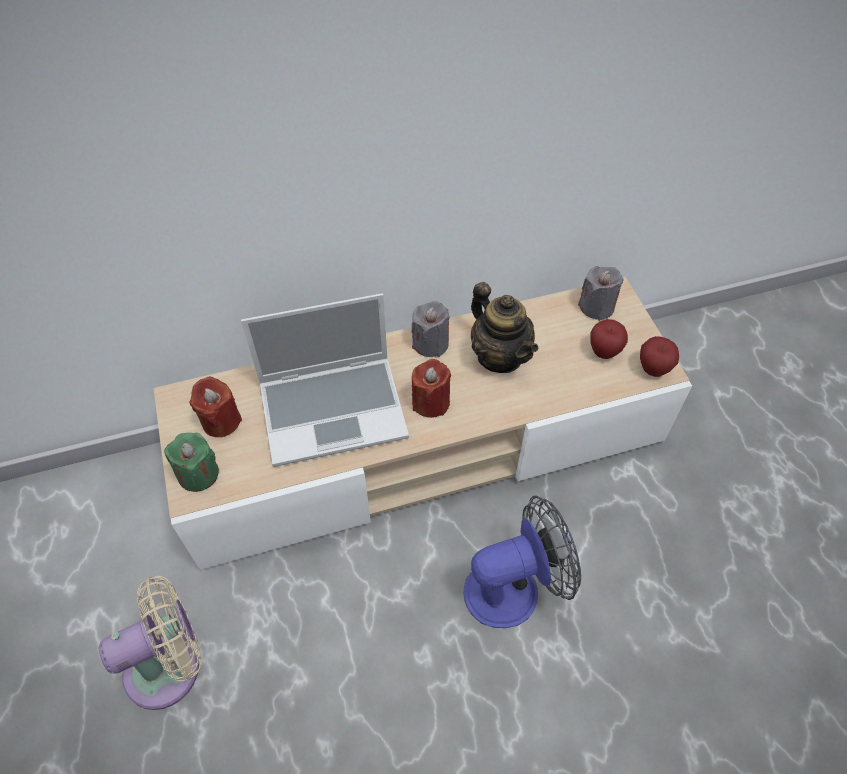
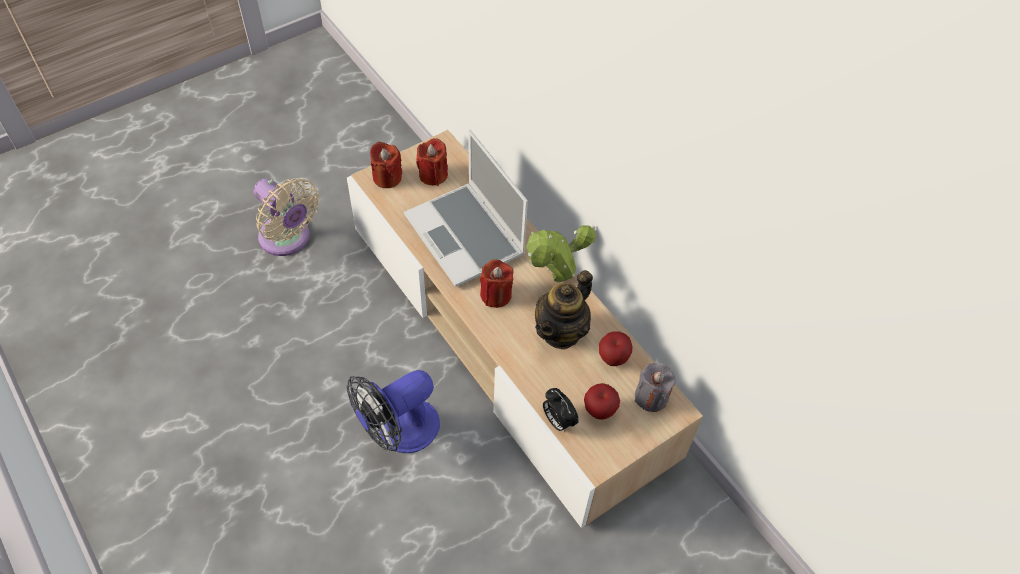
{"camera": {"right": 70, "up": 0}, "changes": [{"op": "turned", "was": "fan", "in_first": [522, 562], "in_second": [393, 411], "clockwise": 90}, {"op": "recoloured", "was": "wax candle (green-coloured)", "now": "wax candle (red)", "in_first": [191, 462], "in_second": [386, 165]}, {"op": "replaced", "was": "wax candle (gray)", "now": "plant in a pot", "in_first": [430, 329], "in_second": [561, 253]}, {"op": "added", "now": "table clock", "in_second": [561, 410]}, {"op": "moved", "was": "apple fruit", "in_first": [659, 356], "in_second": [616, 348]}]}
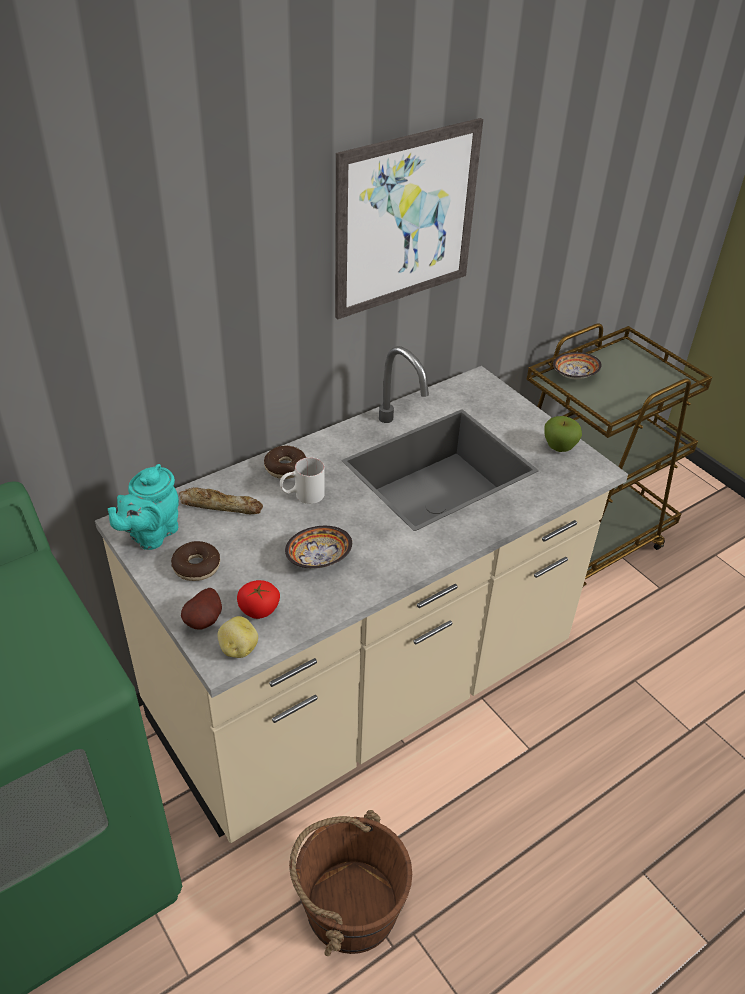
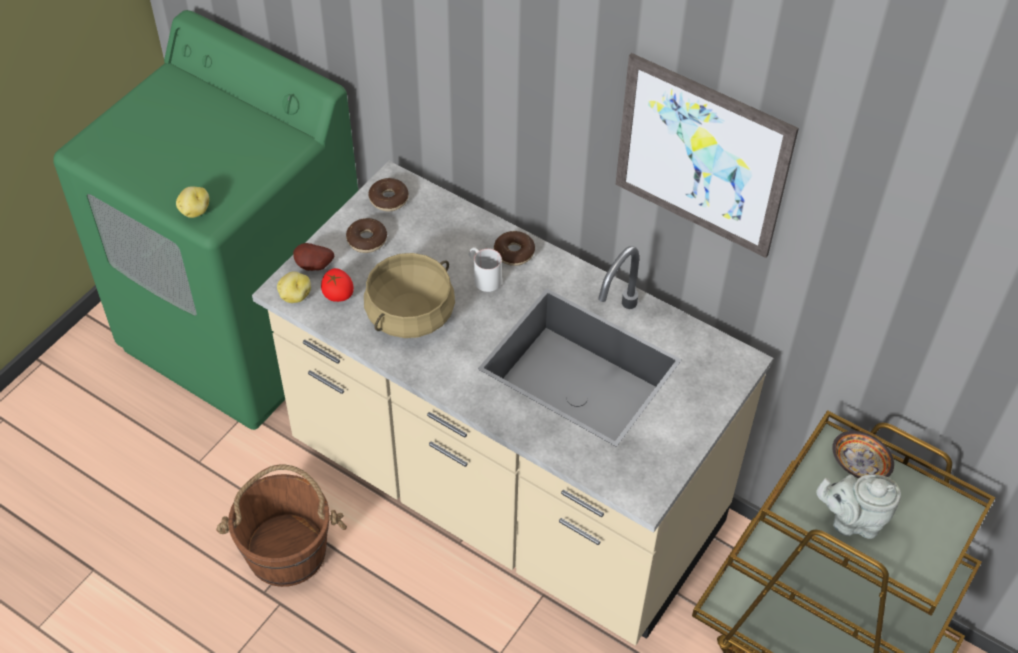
{"camera": {"right": 70, "up": 10}, "changes": [{"op": "added", "now": "whole potato", "in_second": [192, 202]}, {"op": "replaced", "was": "serving bowl", "now": "cooking pot (sand-coloured)", "in_first": [318, 547], "in_second": [409, 295]}, {"op": "replaced", "was": "teapot (turquoise)", "now": "donut", "in_first": [143, 507], "in_second": [388, 194]}, {"op": "added", "now": "teapot (gray)", "in_second": [858, 506]}, {"op": "removed", "was": "baked bread", "in_first": [221, 500]}, {"op": "removed", "was": "apple fruit", "in_first": [563, 434]}]}
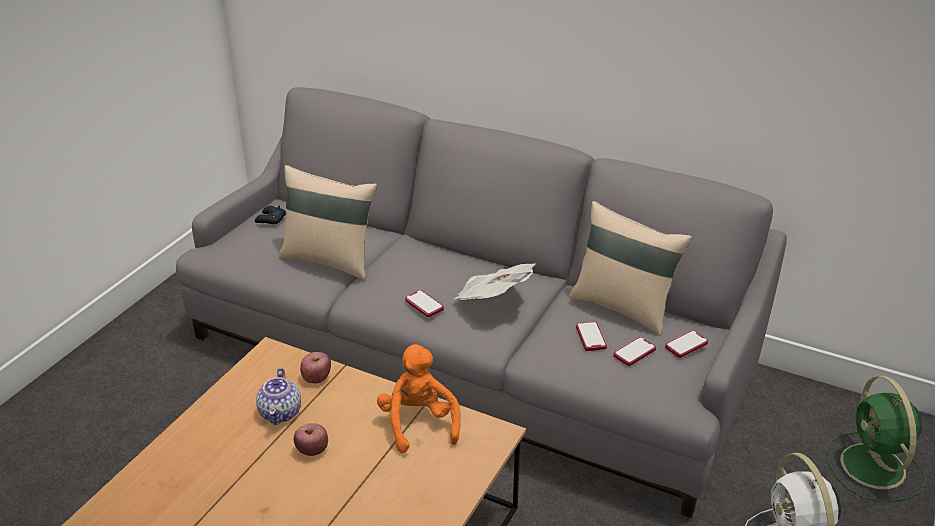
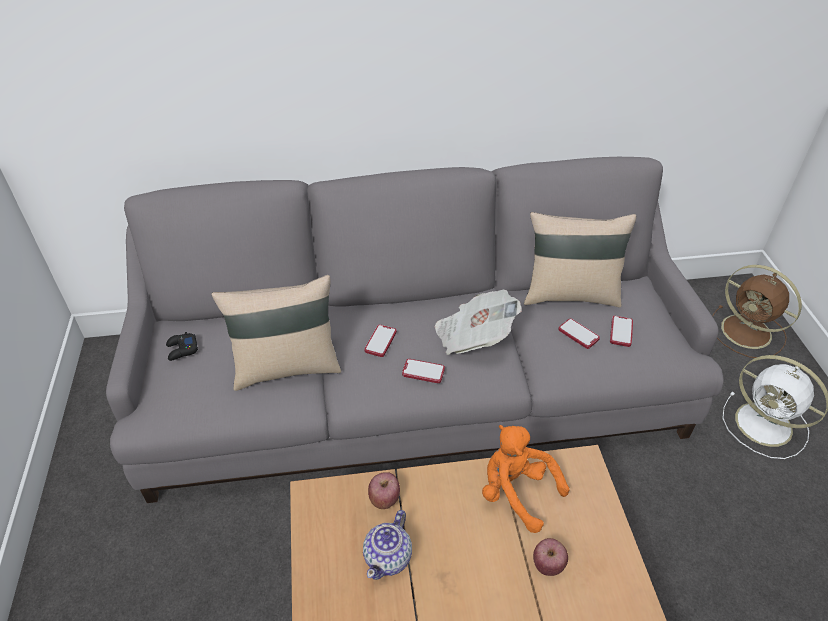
{"camera": {"right": -35, "up": 10}, "changes": [{"op": "turned", "was": "teapot", "in_first": [278, 396], "in_second": [387, 545], "clockwise": 60}, {"op": "moved", "was": "telephone", "in_first": [686, 344], "in_second": [380, 341]}, {"op": "moved", "was": "apple fruit", "in_first": [311, 439], "in_second": [550, 557]}, {"op": "recoloured", "was": "fan (green-coloured)", "now": "fan (brown)", "in_first": [876, 438], "in_second": [757, 311]}]}
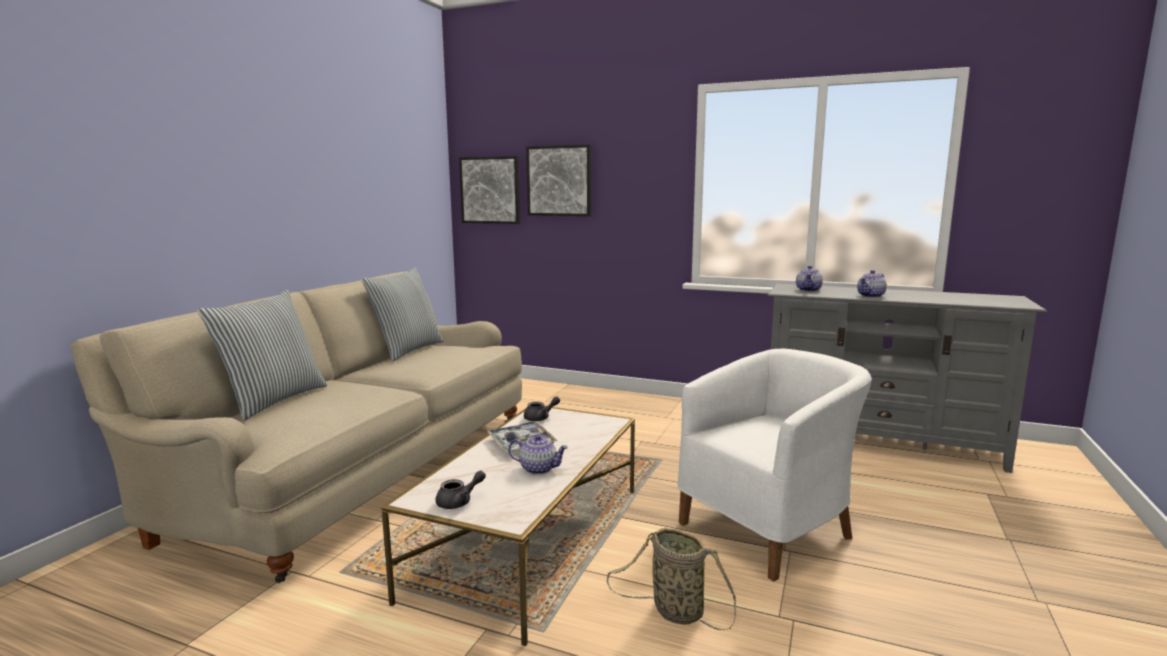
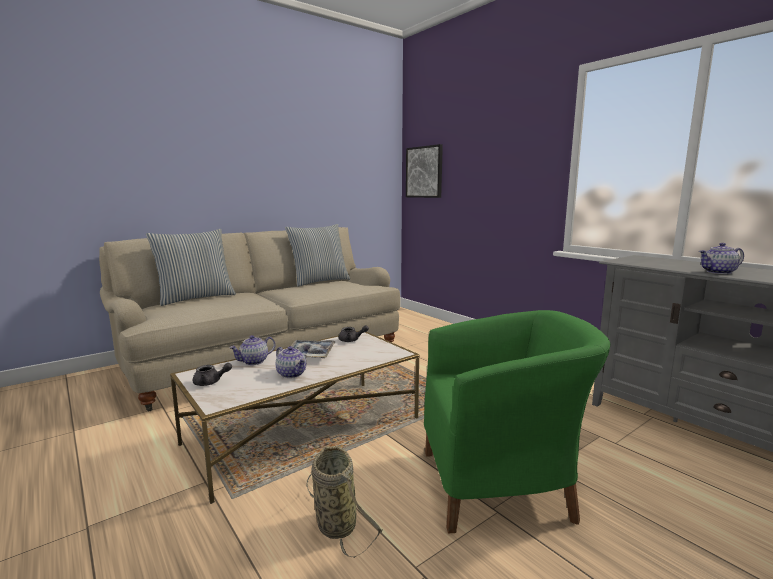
{"camera": {"right": 30, "up": 0}, "changes": [{"op": "moved", "was": "teapot", "in_first": [809, 279], "in_second": [252, 350]}, {"op": "recoloured", "was": "easy chair (white-coloured)", "now": "easy chair (green-coloured)", "in_first": [775, 465], "in_second": [517, 421]}, {"op": "removed", "was": "wall art", "in_first": [558, 180]}]}
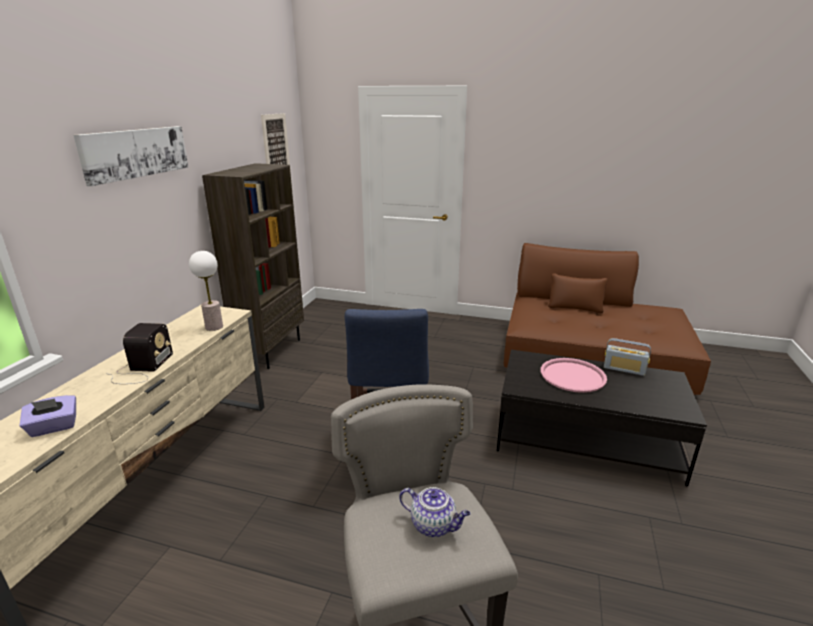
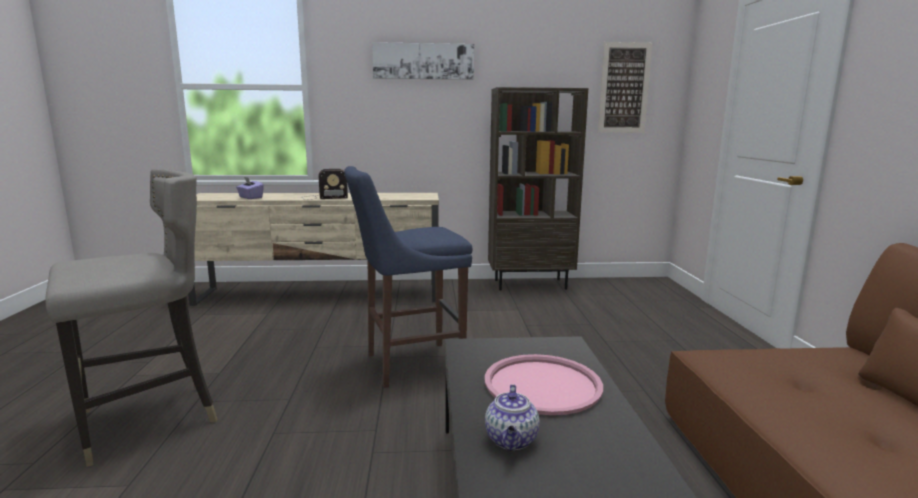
{"camera": {"right": 70, "up": -10}, "changes": [{"op": "moved", "was": "teapot", "in_first": [434, 512], "in_second": [512, 417]}, {"op": "removed", "was": "table lamp", "in_first": [206, 291]}, {"op": "removed", "was": "radio set", "in_first": [627, 357]}]}
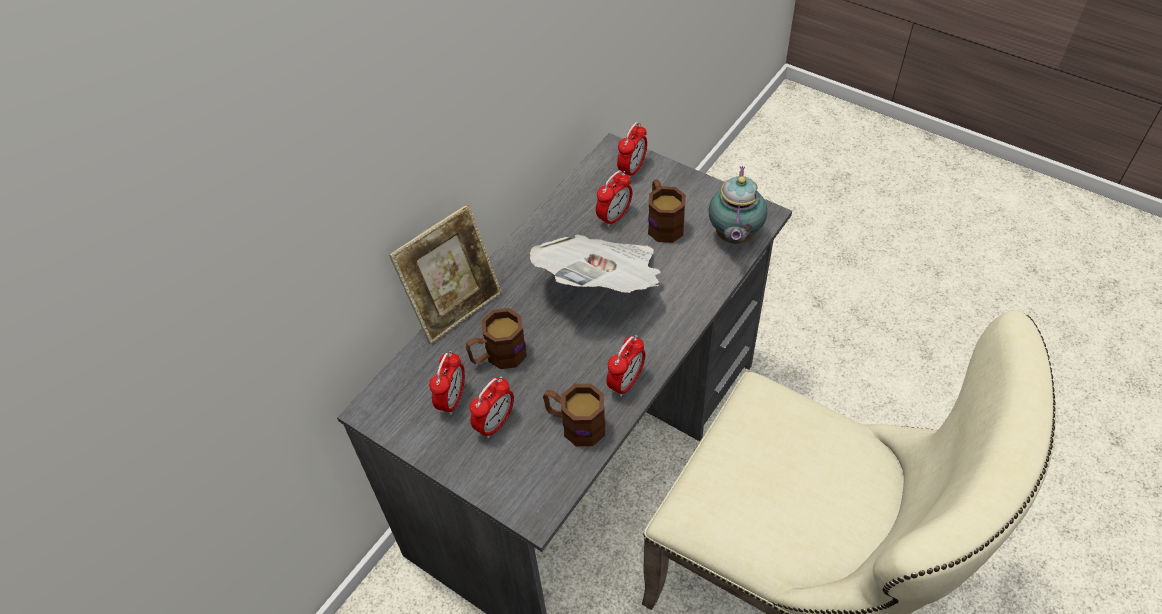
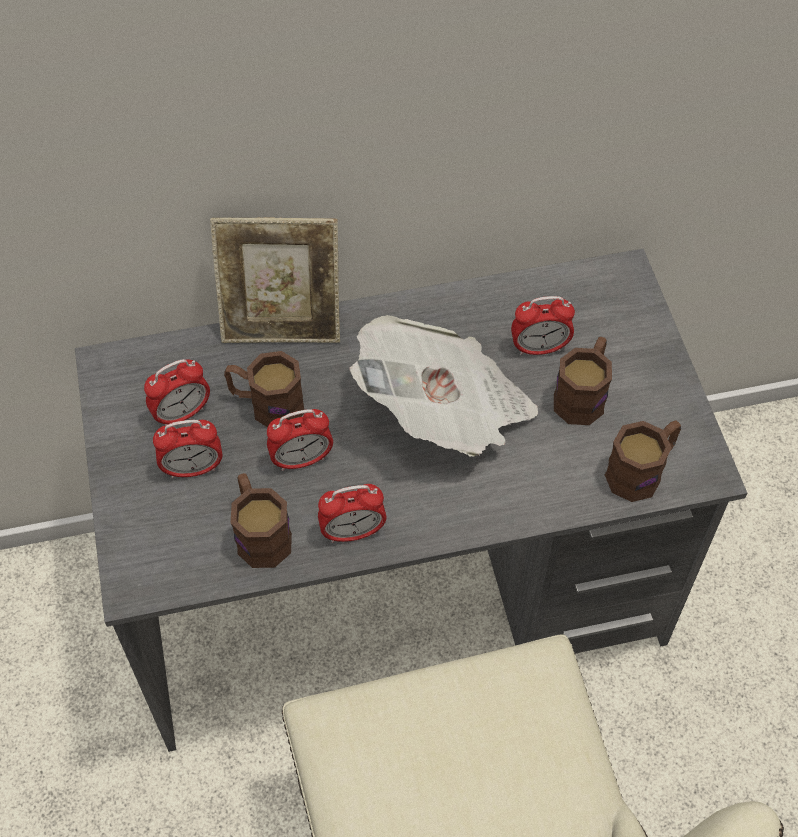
{"camera": {"right": 40, "up": 5}, "changes": [{"op": "moved", "was": "table clock", "in_first": [632, 149], "in_second": [300, 440]}, {"op": "replaced", "was": "teapot", "now": "mug (brown)", "in_first": [738, 205], "in_second": [643, 461]}]}
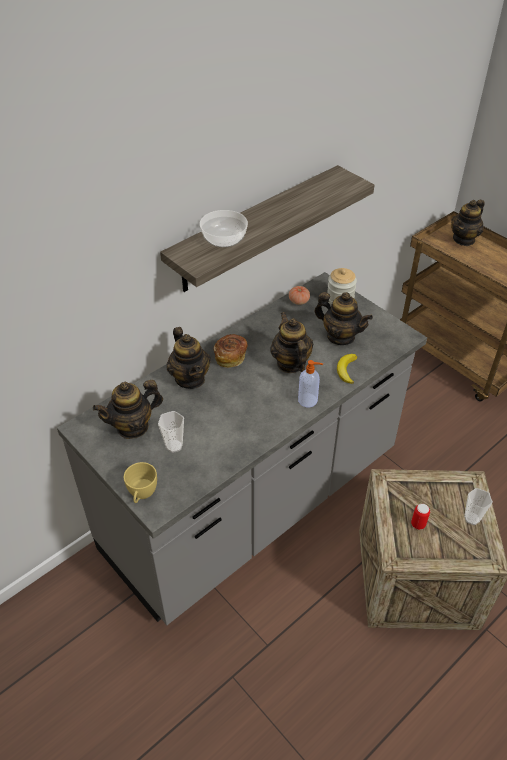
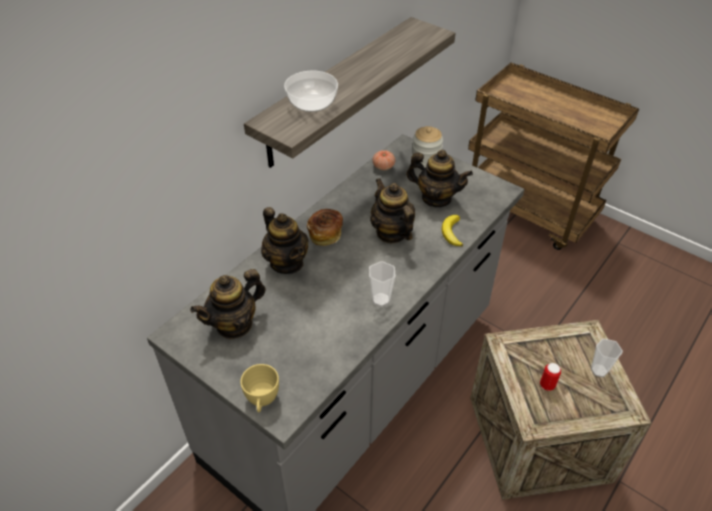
{"camera": {"right": -10, "up": 0}, "changes": [{"op": "moved", "was": "cup", "in_first": [171, 432], "in_second": [382, 284]}, {"op": "removed", "was": "soap bottle", "in_first": [310, 383]}, {"op": "removed", "was": "teapot", "in_first": [468, 222]}]}
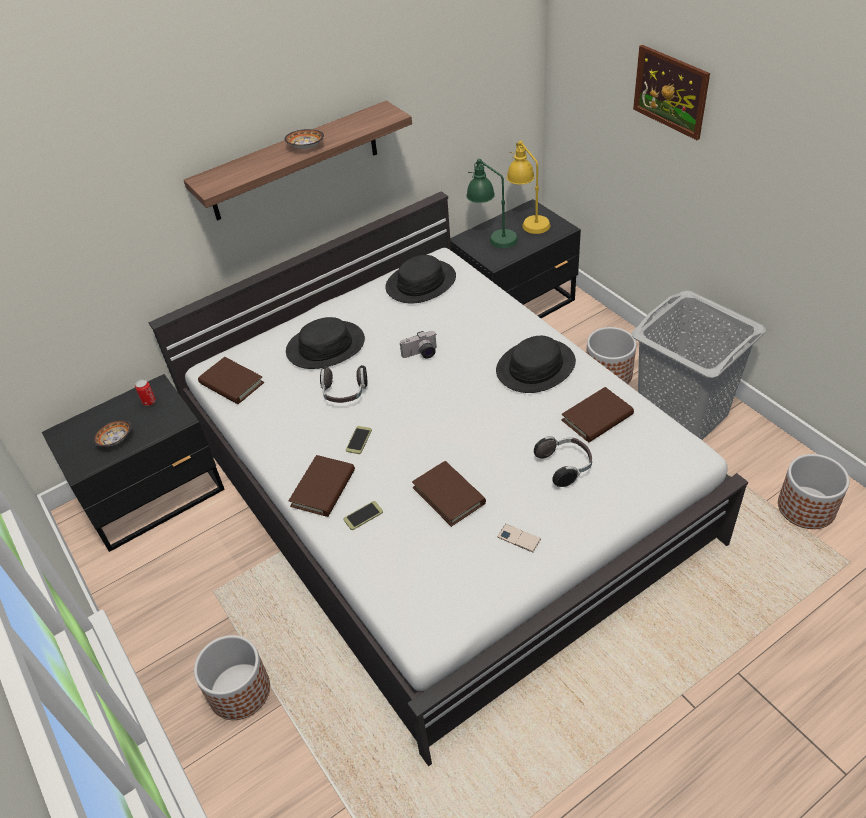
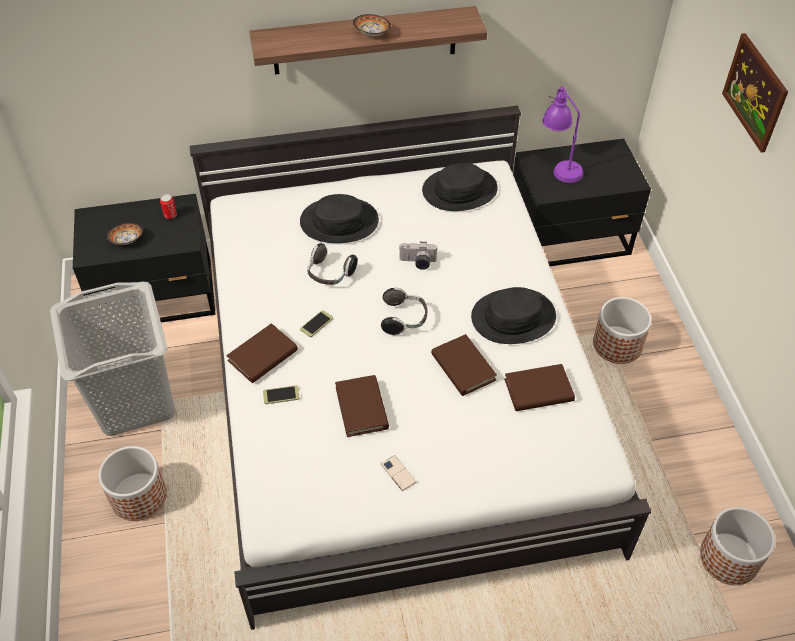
{"camera": {"right": 20, "up": 5}, "changes": [{"op": "moved", "was": "washing basket (gray)", "in_first": [698, 365], "in_second": [112, 358]}, {"op": "moved", "was": "headset", "in_first": [563, 461], "in_second": [404, 311]}, {"op": "moved", "was": "book (brown)", "in_first": [231, 380], "in_second": [464, 365]}, {"op": "recoloured", "was": "table lamp (green-coloured)", "now": "table lamp (purple-coloured)", "in_first": [492, 203], "in_second": [562, 134]}, {"op": "removed", "was": "table lamp (yellowish)", "in_first": [528, 187]}]}
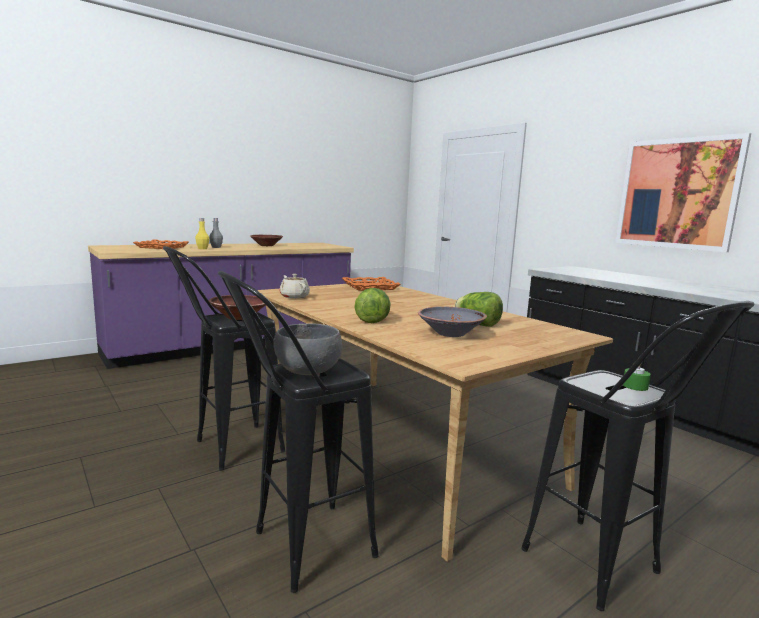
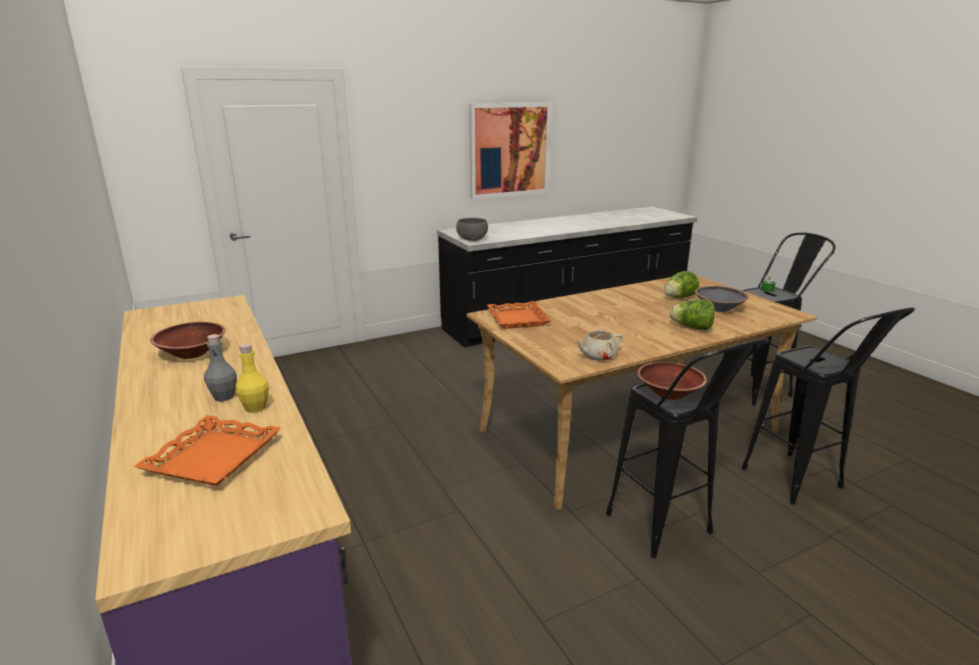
{"camera": {"right": -80, "up": 10}, "changes": [{"op": "moved", "was": "serving bowl (gray)", "in_first": [308, 349], "in_second": [472, 229]}]}
